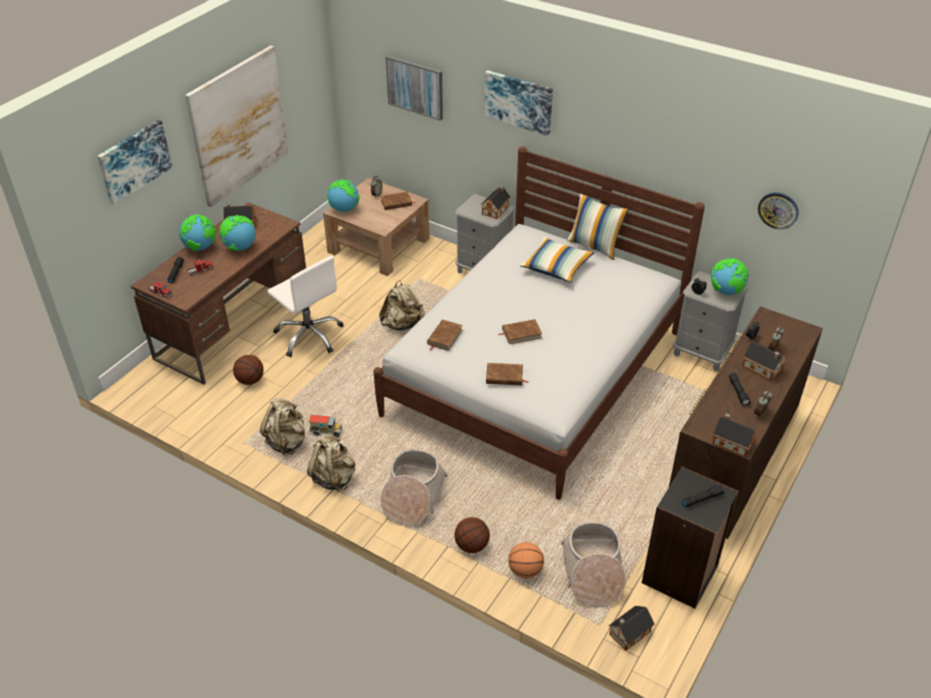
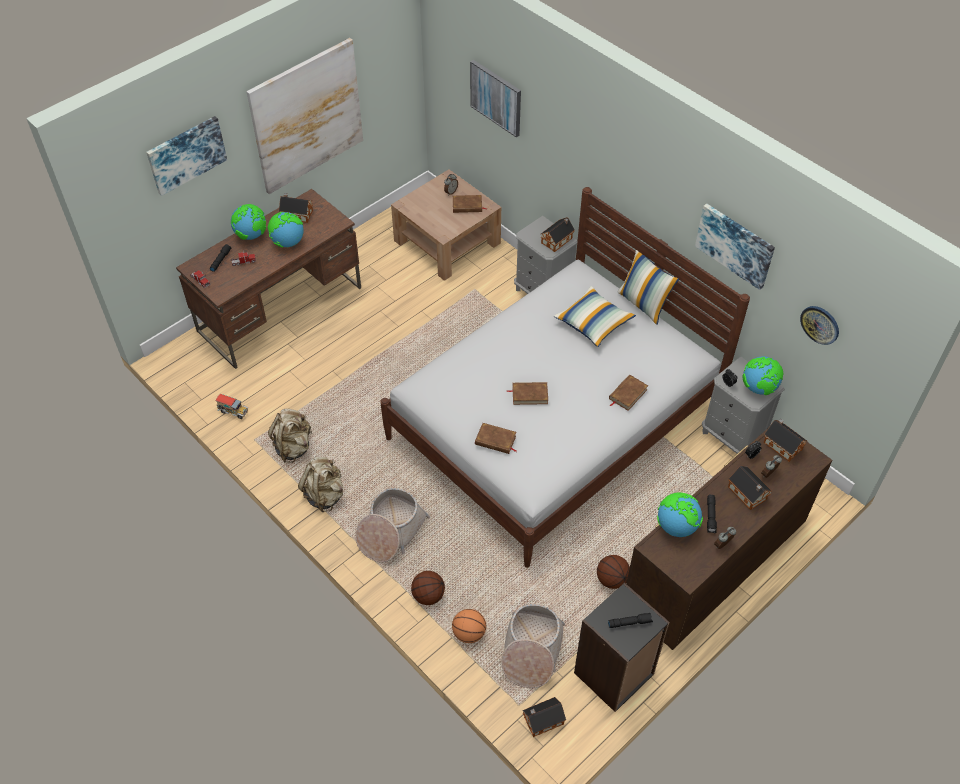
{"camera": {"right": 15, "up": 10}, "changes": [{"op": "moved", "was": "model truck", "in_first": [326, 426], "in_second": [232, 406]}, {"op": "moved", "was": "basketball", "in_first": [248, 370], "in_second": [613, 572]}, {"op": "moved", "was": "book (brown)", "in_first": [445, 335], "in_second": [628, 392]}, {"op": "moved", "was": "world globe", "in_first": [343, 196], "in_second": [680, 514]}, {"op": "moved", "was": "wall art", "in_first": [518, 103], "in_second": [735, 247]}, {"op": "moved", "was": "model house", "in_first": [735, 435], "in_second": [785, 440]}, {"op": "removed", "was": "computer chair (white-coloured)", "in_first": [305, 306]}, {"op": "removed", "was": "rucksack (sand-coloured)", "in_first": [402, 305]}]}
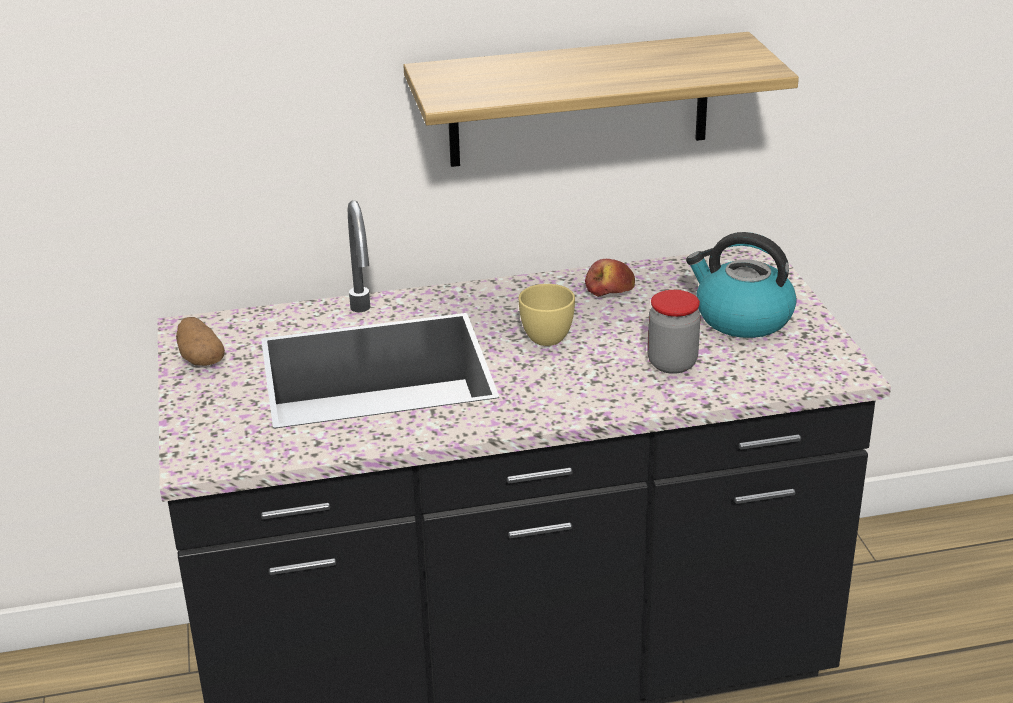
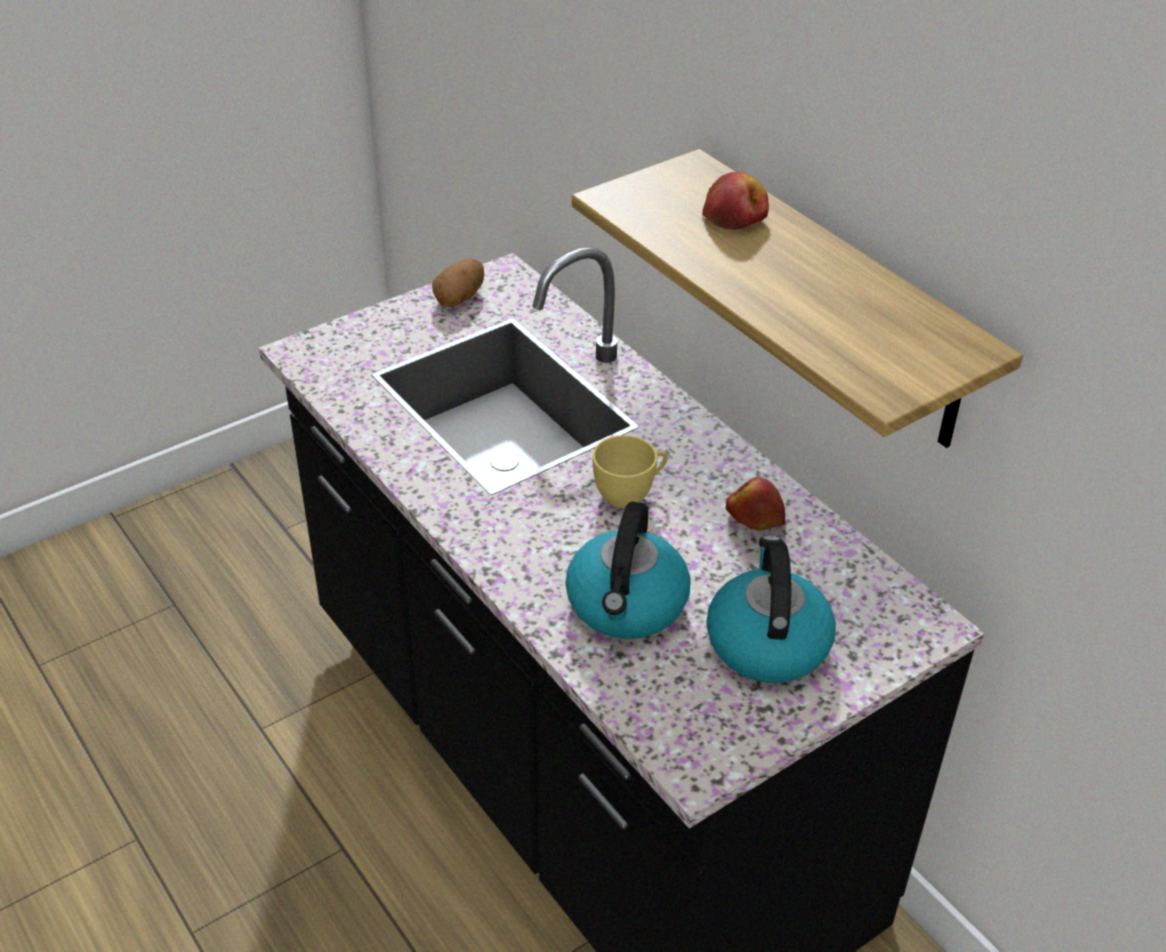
{"camera": {"right": 65, "up": 10}, "changes": [{"op": "replaced", "was": "storage jar", "now": "tea kettle", "in_first": [674, 332], "in_second": [628, 570]}, {"op": "added", "now": "apple fruit", "in_second": [735, 201]}]}
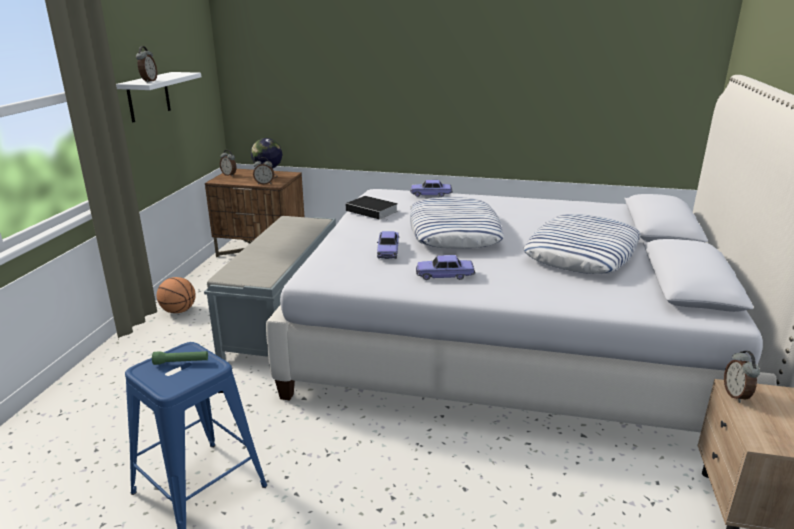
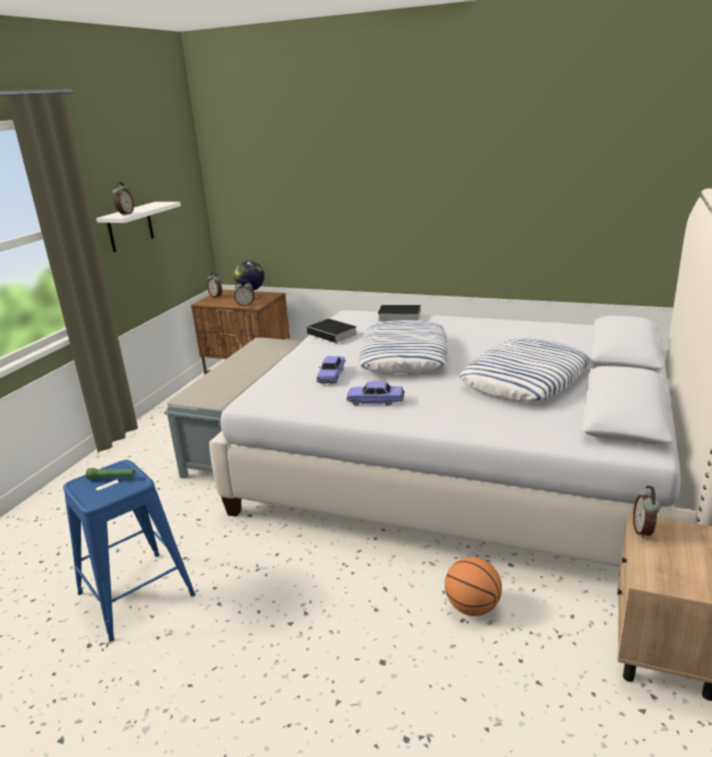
{"camera": {"right": 10, "up": 0}, "changes": [{"op": "replaced", "was": "model car", "now": "book", "in_first": [431, 188], "in_second": [398, 313]}, {"op": "moved", "was": "basketball", "in_first": [176, 295], "in_second": [473, 586]}]}
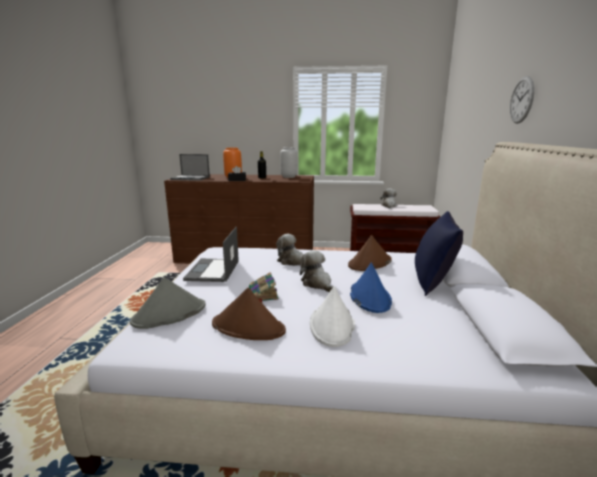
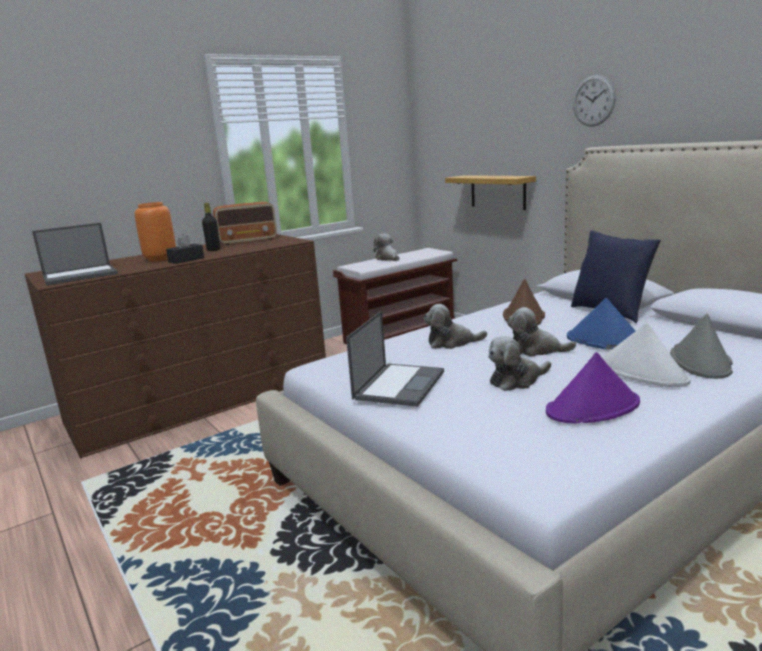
{"camera": {"right": -40, "up": 0}, "changes": [{"op": "replaced", "was": "vase (gray)", "now": "radio set", "in_first": [289, 162], "in_second": [245, 223]}, {"op": "turned", "was": "laptop", "in_first": [211, 254], "in_second": [395, 359], "clockwise": -120}, {"op": "added", "now": "wall shelf", "in_second": [490, 192]}, {"op": "replaced", "was": "book", "now": "soft toy", "in_first": [264, 287], "in_second": [519, 363]}, {"op": "recoloured", "was": "clothing hat (brown)", "now": "clothing hat (purple-coloured)", "in_first": [249, 314], "in_second": [593, 387]}, {"op": "moved", "was": "clothing hat (gray)", "in_first": [168, 303], "in_second": [701, 346]}]}
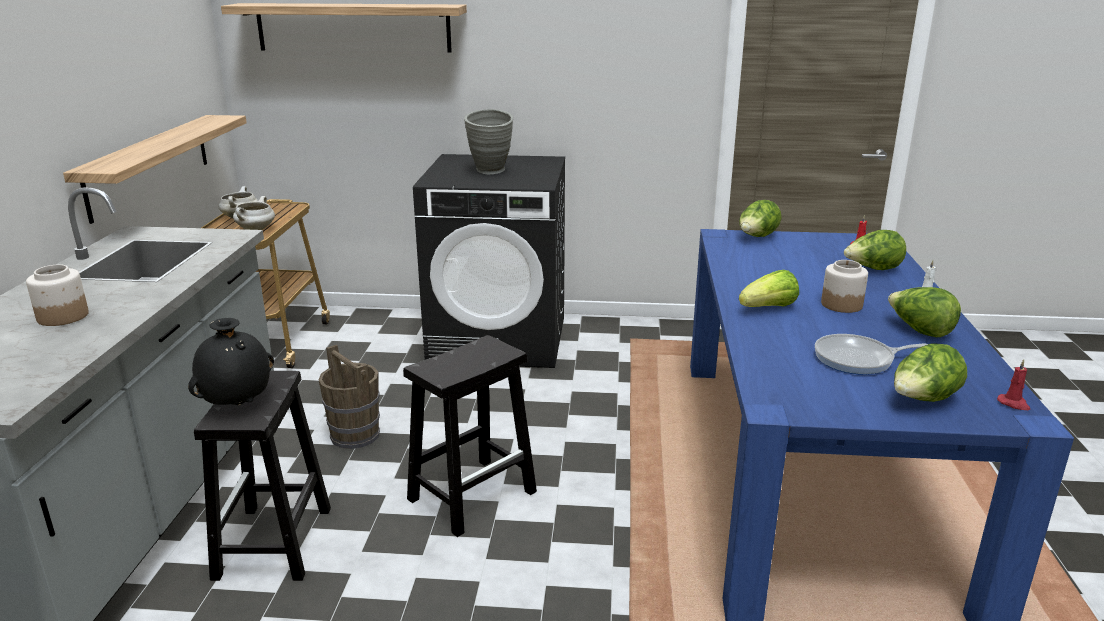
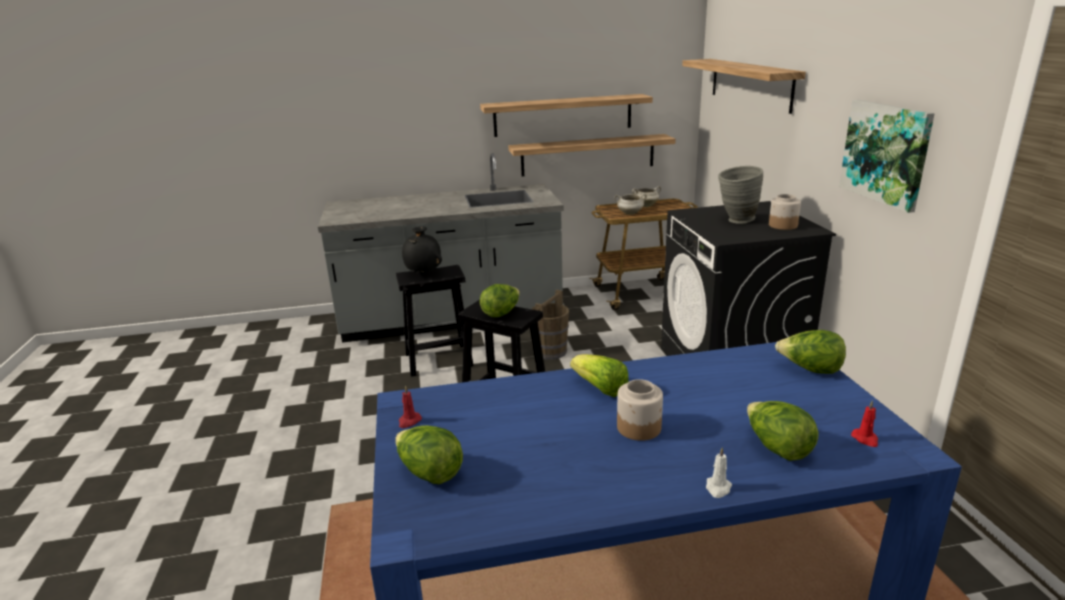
{"camera": {"right": 75, "up": 0}, "changes": [{"op": "moved", "was": "wax candle (red)", "in_first": [1013, 384], "in_second": [410, 406]}, {"op": "added", "now": "wall shelf", "in_second": [566, 115]}, {"op": "moved", "was": "head of lettuce", "in_first": [924, 312], "in_second": [500, 300]}, {"op": "moved", "was": "storage jar", "in_first": [57, 295], "in_second": [785, 212]}, {"op": "added", "now": "wall art", "in_second": [887, 156]}, {"op": "removed", "was": "pan", "in_first": [871, 354]}]}
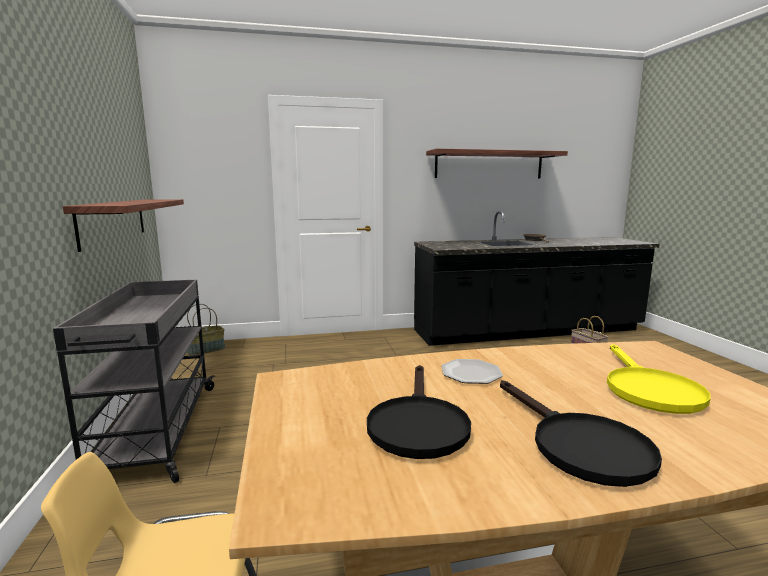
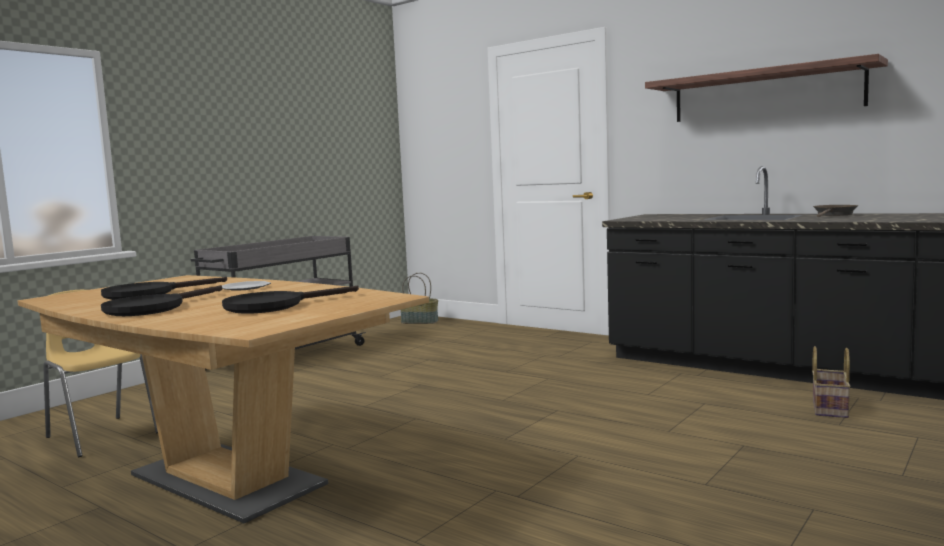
{"camera": {"right": 50, "up": -5}, "changes": [{"op": "recoloured", "was": "pan (yellowish)", "now": "pan (black-coloured)", "in_first": [659, 379], "in_second": [290, 299]}, {"op": "removed", "was": "wall shelf", "in_first": [123, 225]}]}
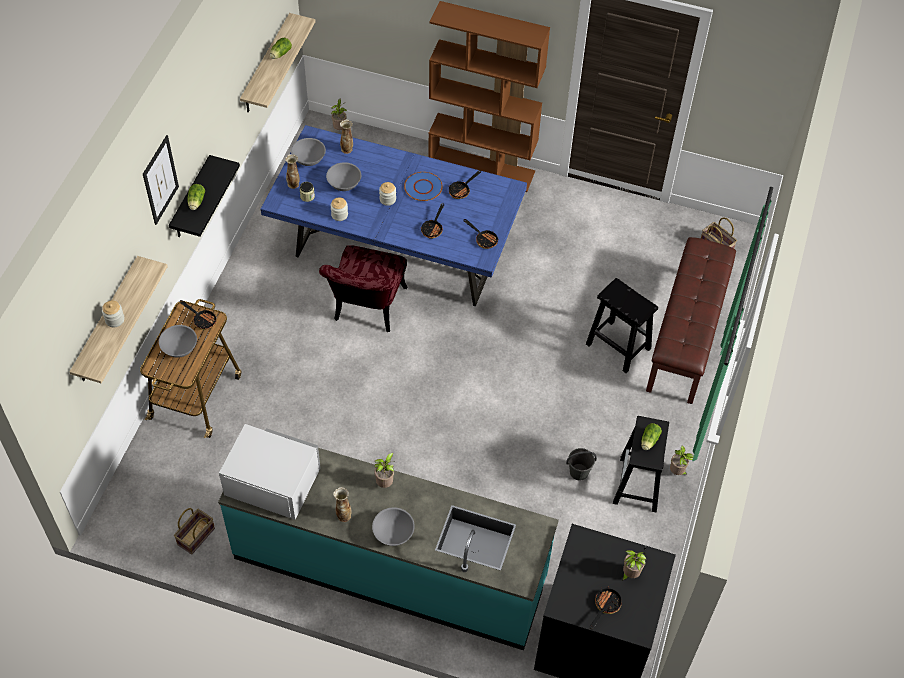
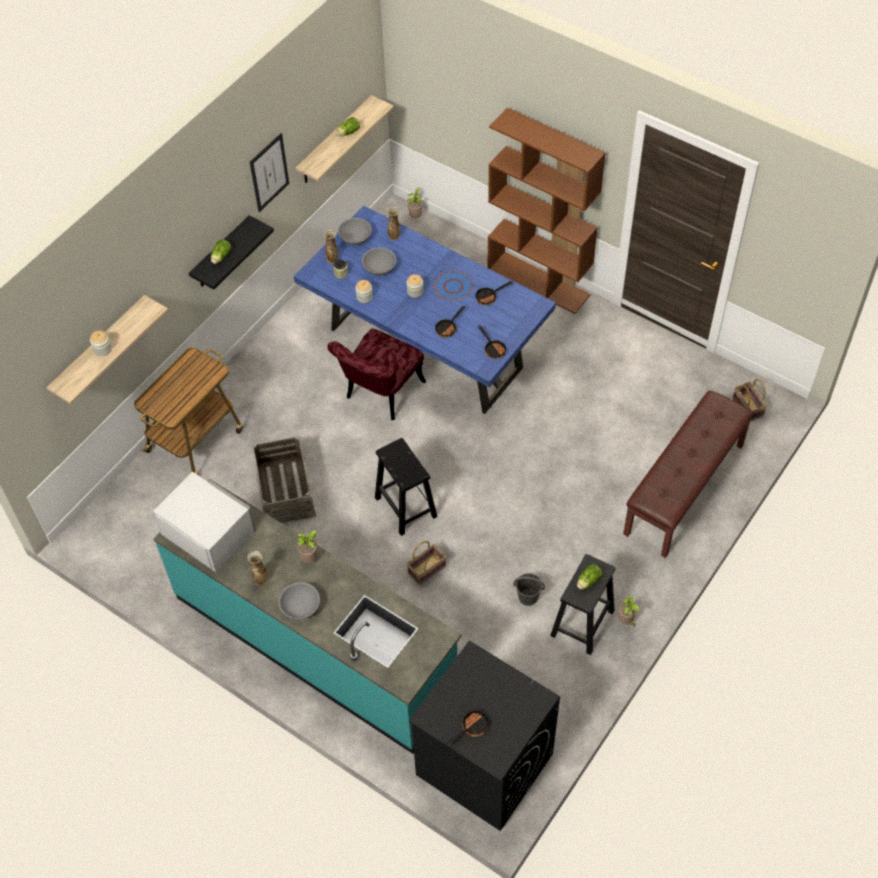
{"camera": {"right": 20, "up": 0}, "changes": [{"op": "moved", "was": "wall art", "in_first": [161, 180], "in_second": [269, 172]}, {"op": "added", "now": "crate", "in_second": [283, 479]}, {"op": "moved", "was": "stool seat (black-coloured)", "in_first": [622, 325], "in_second": [406, 487]}, {"op": "moved", "was": "storage basket", "in_first": [194, 531], "in_second": [426, 563]}, {"op": "removed", "was": "serving bowl (gray)", "in_first": [178, 341]}, {"op": "removed", "was": "pan", "in_first": [197, 315]}, {"op": "removed", "was": "plant in a pot", "in_first": [633, 565]}]}
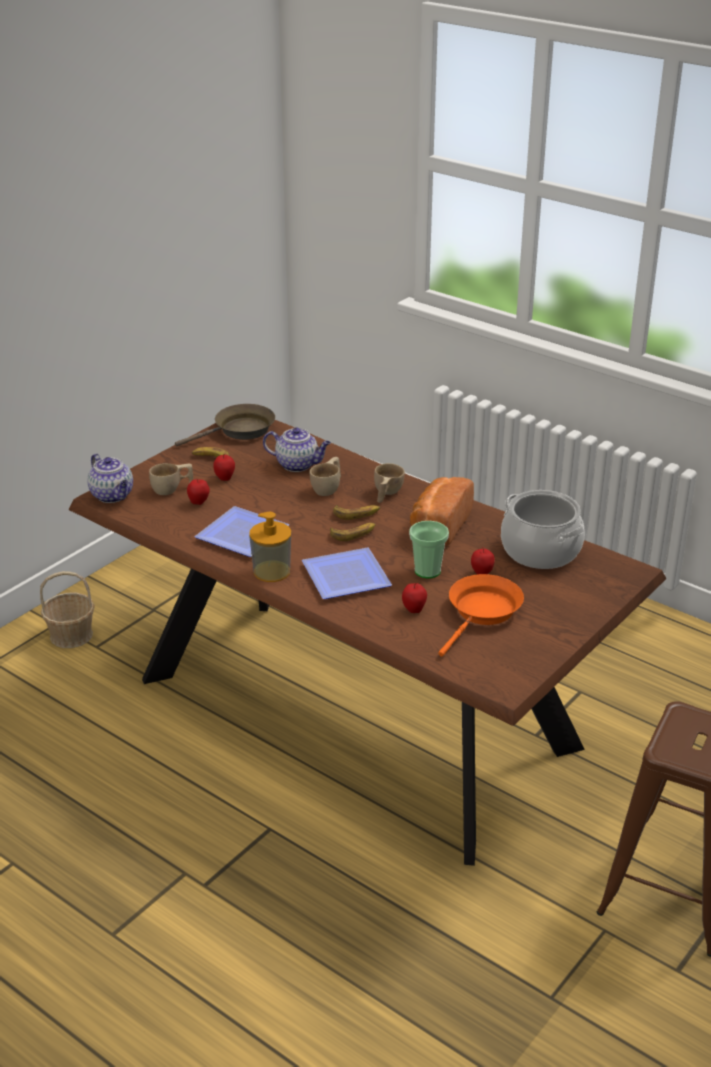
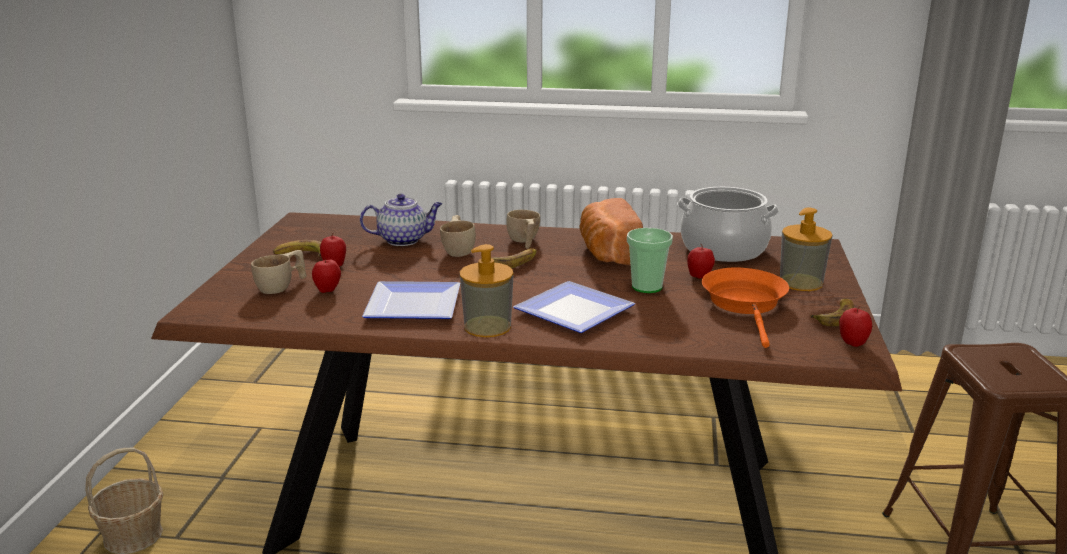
{"camera": {"right": -30, "up": -10}, "changes": [{"op": "added", "now": "soap bottle", "in_second": [806, 249]}, {"op": "moved", "was": "whole banana", "in_first": [353, 532], "in_second": [832, 312]}, {"op": "moved", "was": "apple fruit", "in_first": [414, 598], "in_second": [855, 326]}, {"op": "removed", "was": "teapot", "in_first": [110, 478]}, {"op": "removed", "was": "pan (brown)", "in_first": [225, 425]}]}
